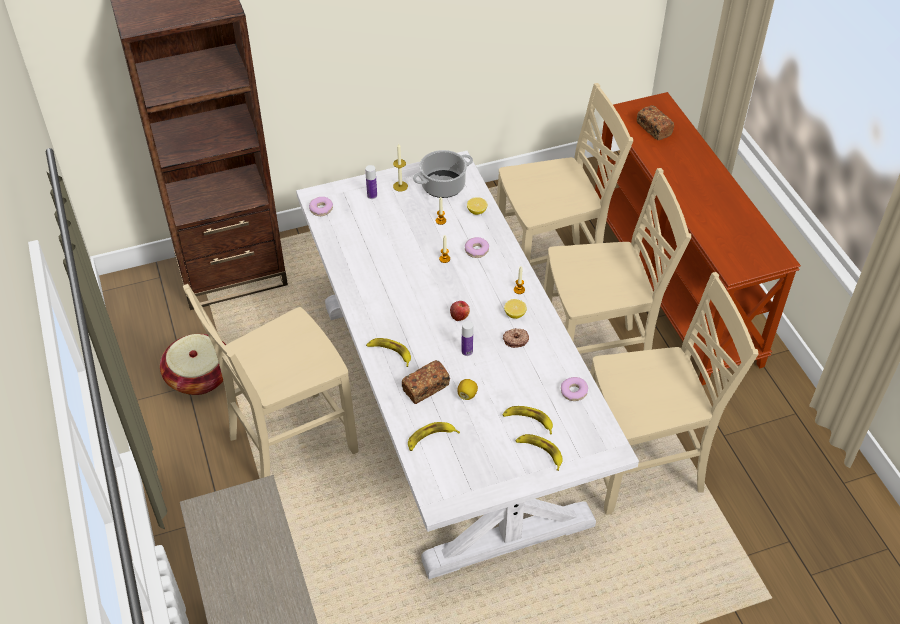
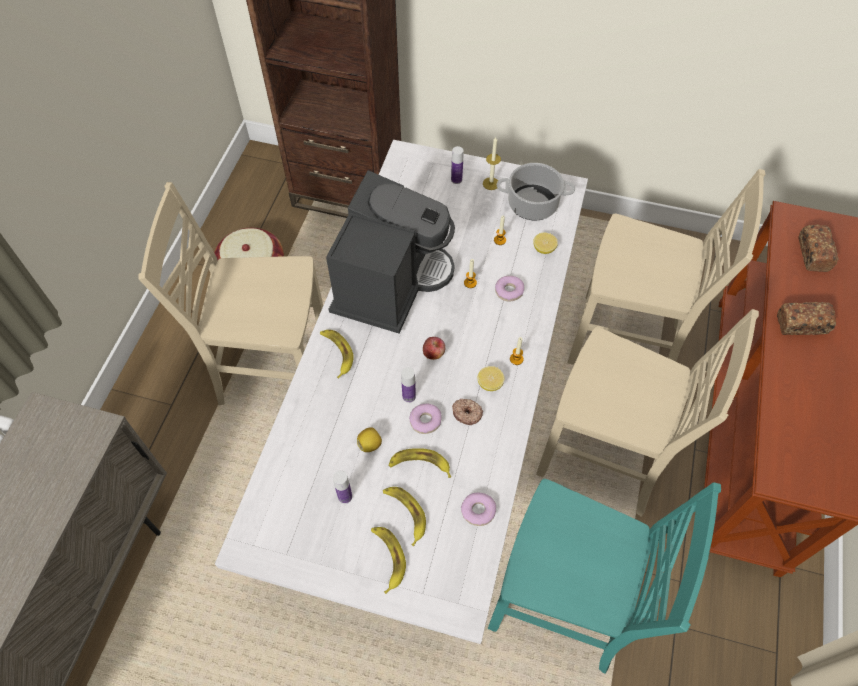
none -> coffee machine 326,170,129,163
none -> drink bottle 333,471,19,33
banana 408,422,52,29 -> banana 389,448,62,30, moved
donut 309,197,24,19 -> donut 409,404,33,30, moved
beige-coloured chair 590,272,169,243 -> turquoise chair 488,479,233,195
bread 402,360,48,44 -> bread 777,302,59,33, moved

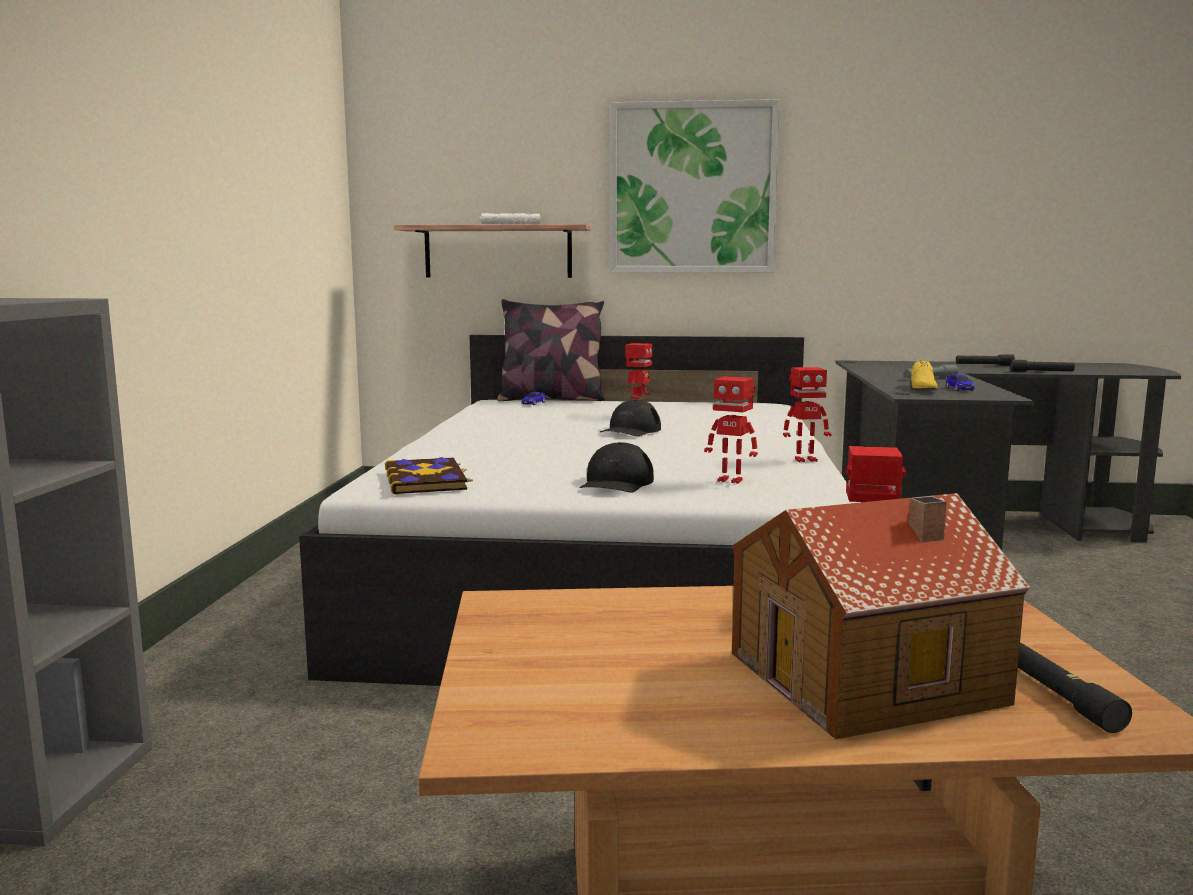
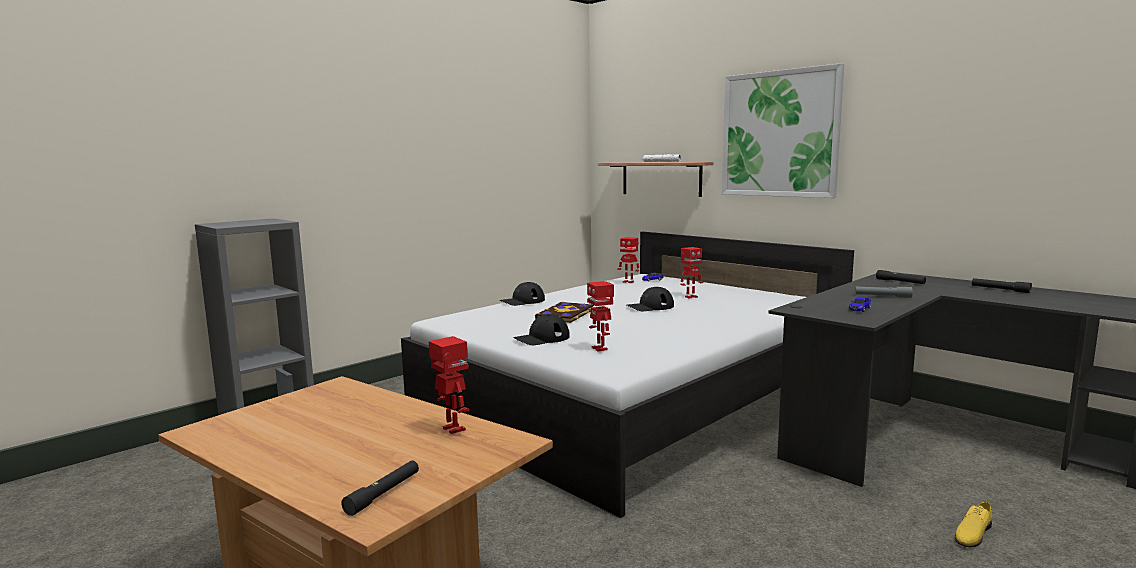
none -> black-coloured baseball cap 500,282,45,24
book 385,457,88,38 -> book 535,301,59,22, moved
toy robot 783,367,49,95 -> toy robot 617,237,22,46, moved
black-coloured torch 1010,360,65,12 -> black-coloured torch 876,270,50,14, moved
yellow low shoe 910,360,28,30 -> yellow low shoe 955,502,37,45, moved
pillow 497,299,108,102 -> none
toy house 732,493,298,246 -> none

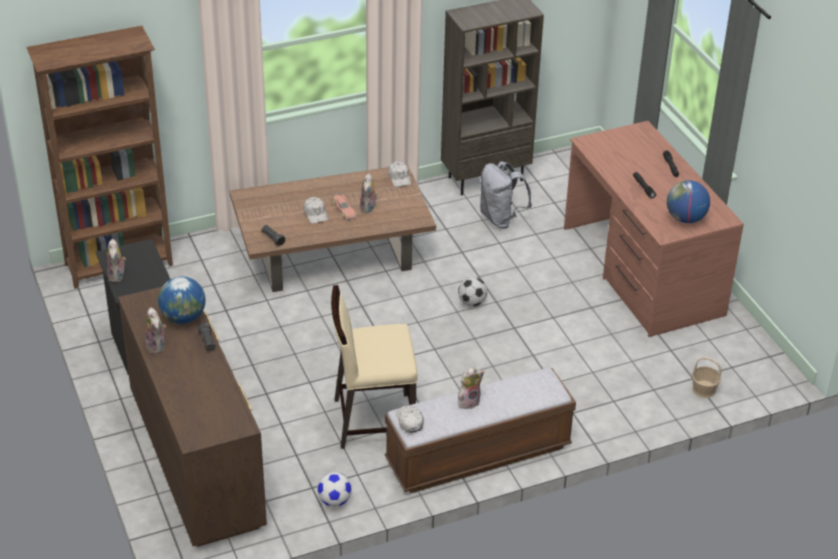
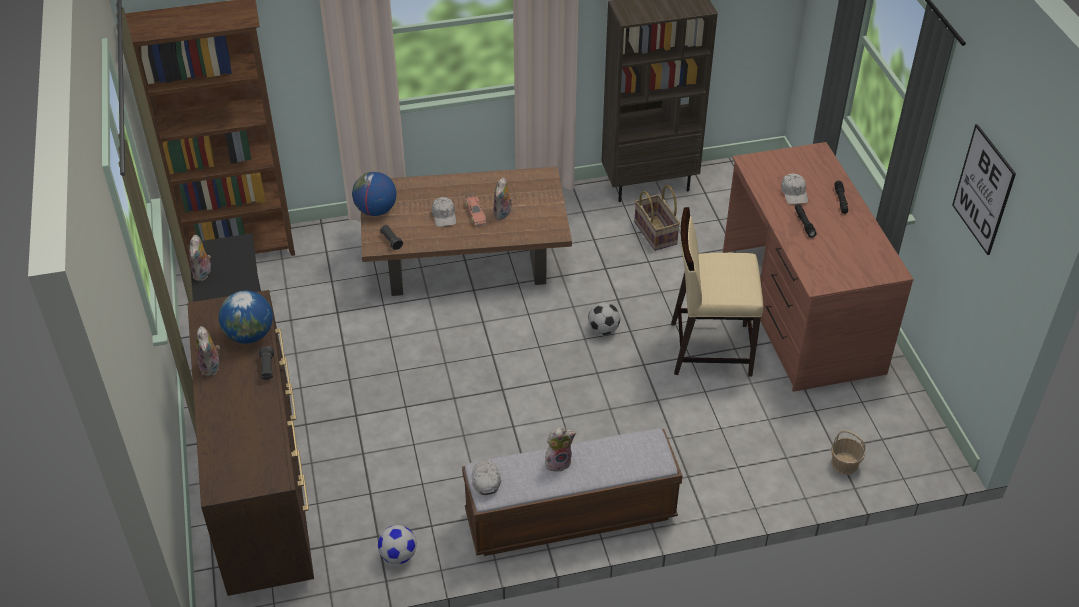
globe 667,180,43,43 -> globe 352,172,45,44, moved
grey knapsack 480,161,52,67 -> storage basket 634,185,46,66
beige-coloured chair 331,285,87,164 -> beige-coloured chair 671,207,92,170, moved
whitish baseball cap 388,162,23,25 -> whitish baseball cap 781,173,27,32, moved
none -> wall picture 952,124,64,131

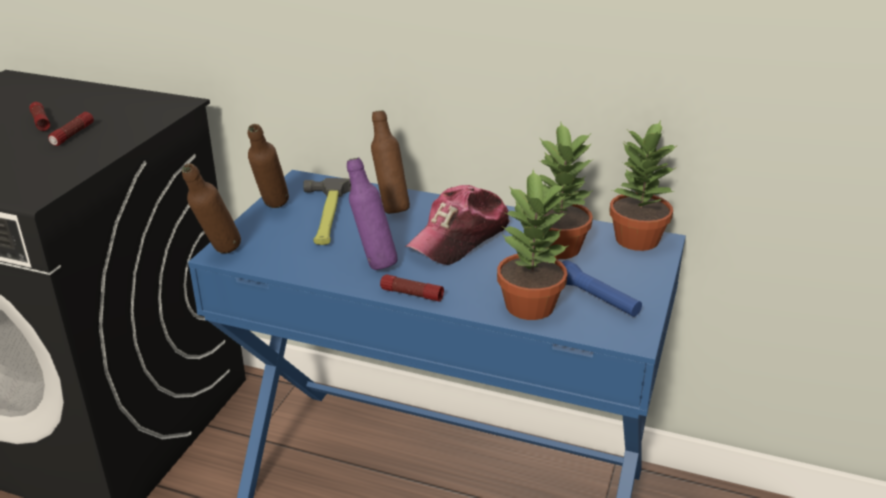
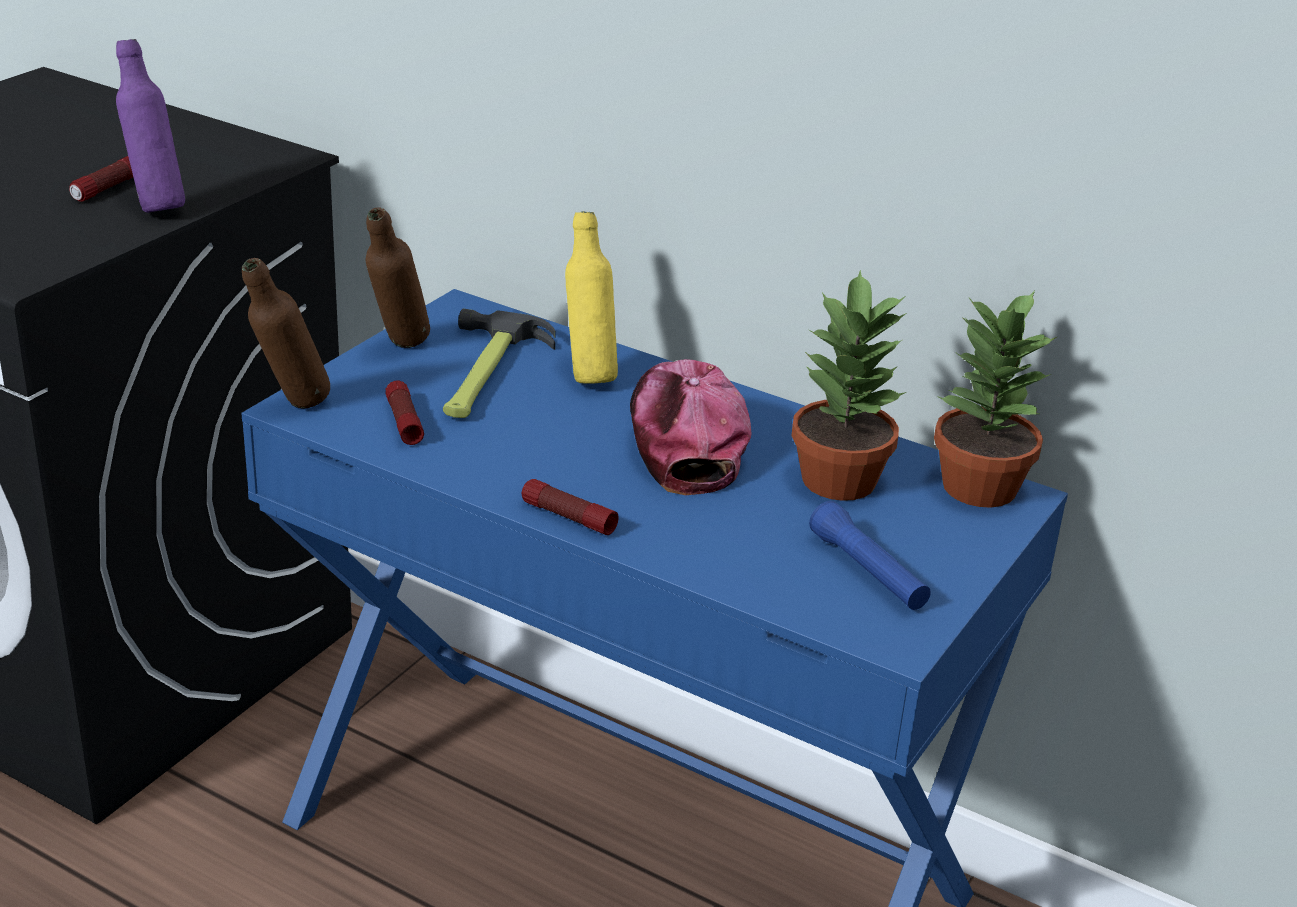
purple-coloured drink bottle 347,157,51,113 -> purple-coloured drink bottle 116,39,69,174, moved
torch 29,102,21,29 -> torch 385,381,39,64, moved
brown-coloured drink bottle 371,110,39,104 -> yellow drink bottle 565,211,53,173
baseball cap 405,185,105,80 -> baseball cap 630,359,122,136, 120 degrees clockwise
houseplant 497,170,72,150 -> none

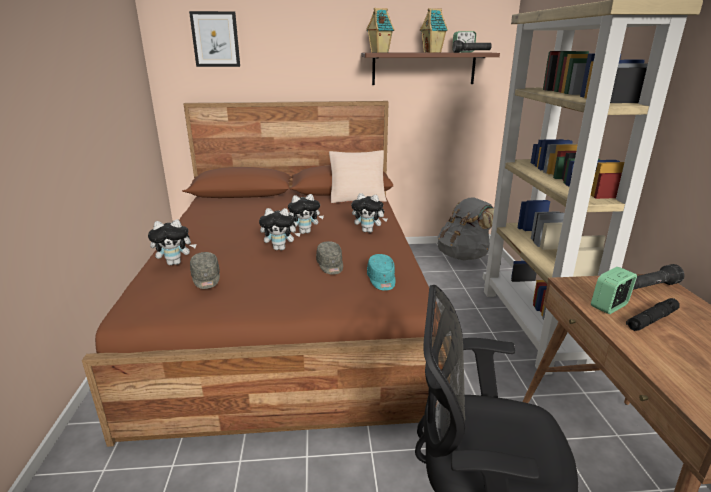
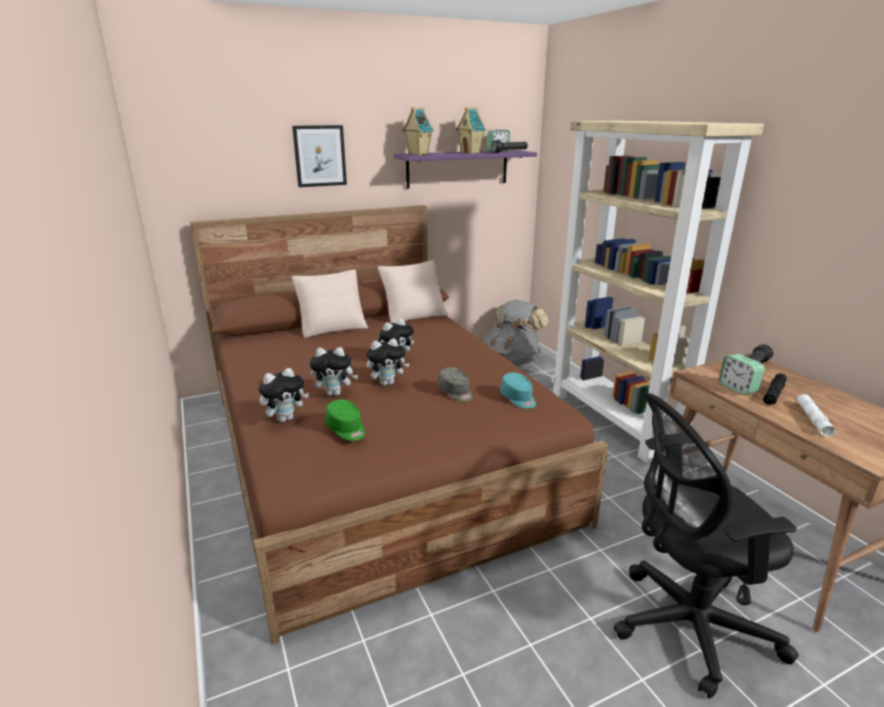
wall picture 189,11,51,56 -> wall picture 292,125,55,62, moved
none -> beige-coloured pillow 292,269,76,69
soft toy 351,193,36,40 -> soft toy 310,347,48,49, moved
grey baseball cap 190,252,30,37 -> green-coloured baseball cap 325,399,40,42
brown-coloured bracket shelf 361,52,139,33 -> purple-coloured bracket shelf 394,150,143,39
alarm clock 591,267,46,47 -> alarm clock 719,354,46,41, 60 degrees counterclockwise
none -> whitish torch 796,394,39,43

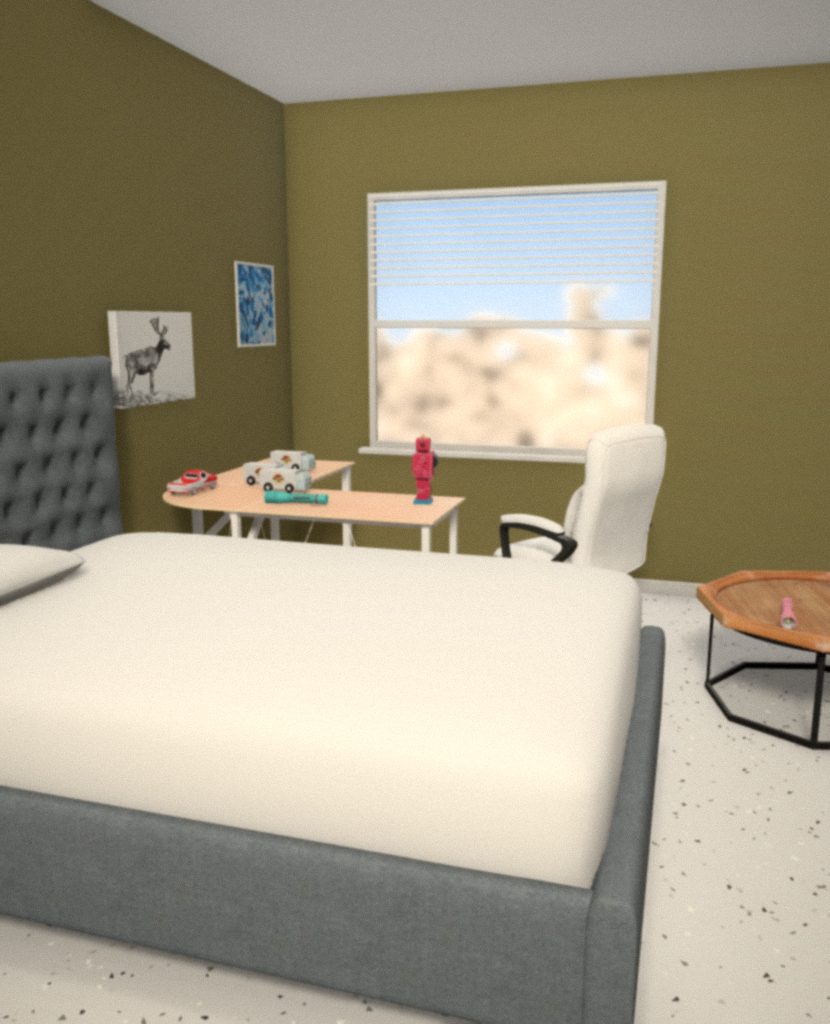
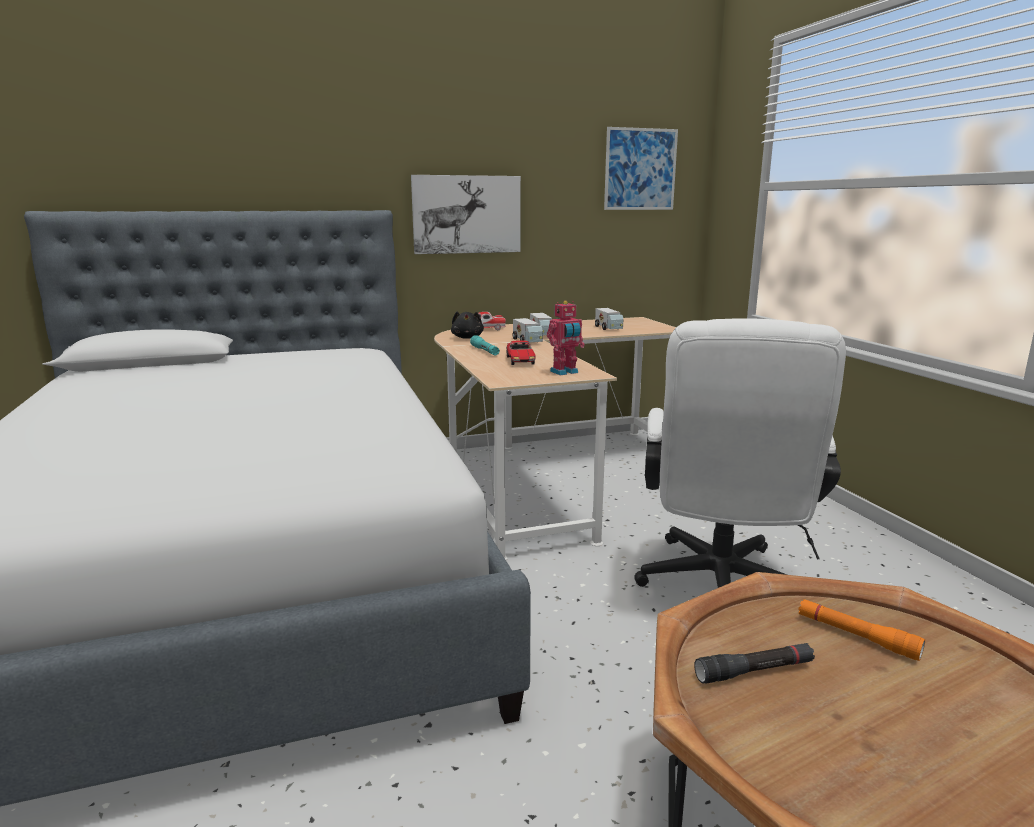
none -> black-coloured soft toy 451,311,33,28
none -> model car 506,340,30,25
pink torch 780,598,17,32 -> black-coloured torch 694,643,121,41
none -> orange torch 798,599,127,62

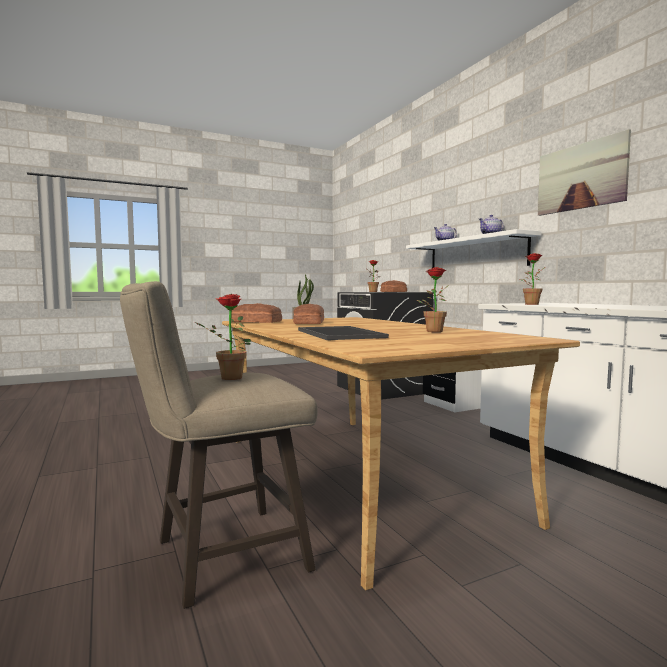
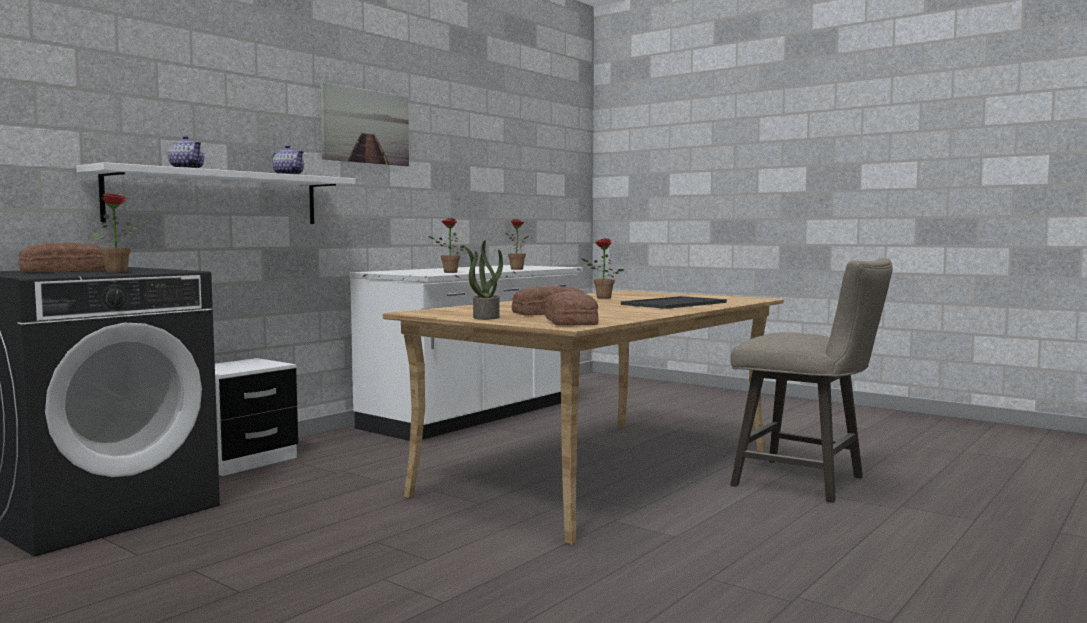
houseplant 195,294,56,86 -> houseplant 506,219,23,51, moved

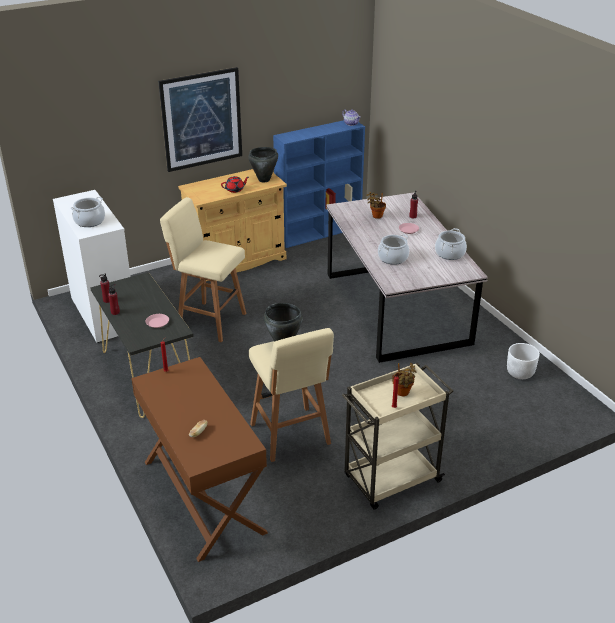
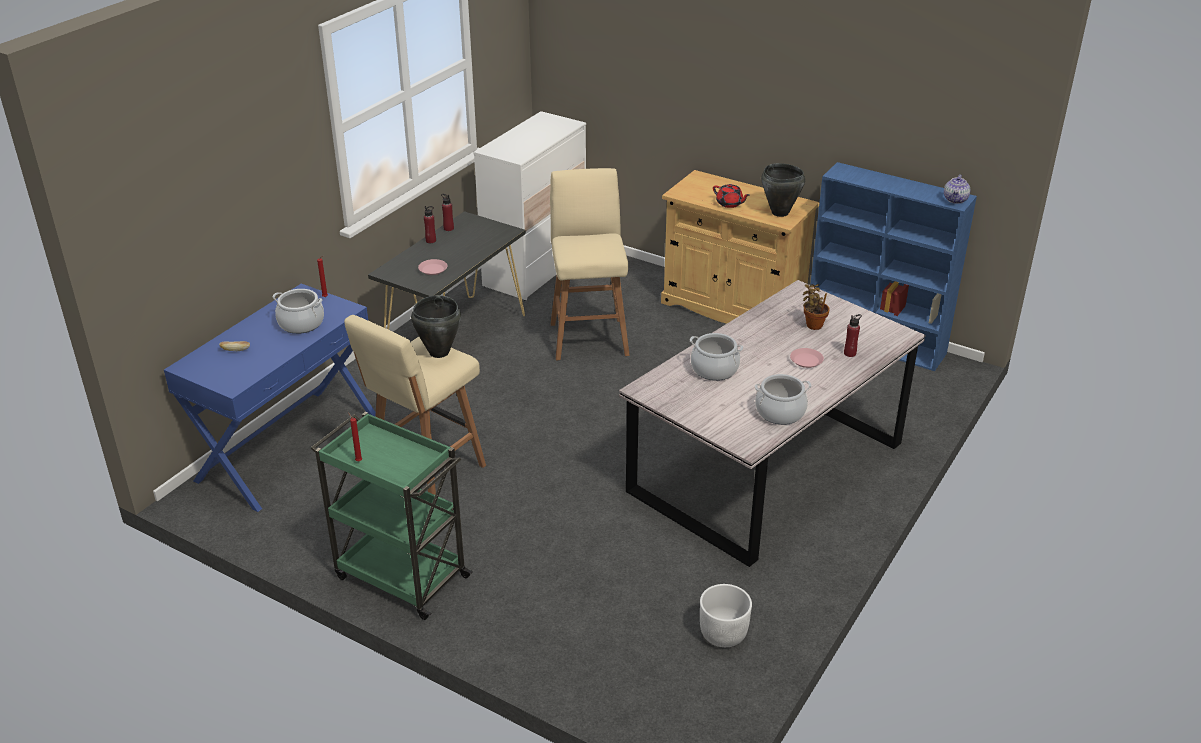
brown-coloured hall table 131,357,137,205 -> blue hall table 164,284,212,228
saucepot 71,197,34,30 -> saucepot 272,289,52,45, moved
beige-coloured cart 342,363,112,147 -> green-coloured cart 311,412,162,208
wall picture 158,67,84,105 -> none
houseplant 392,363,25,33 -> none

